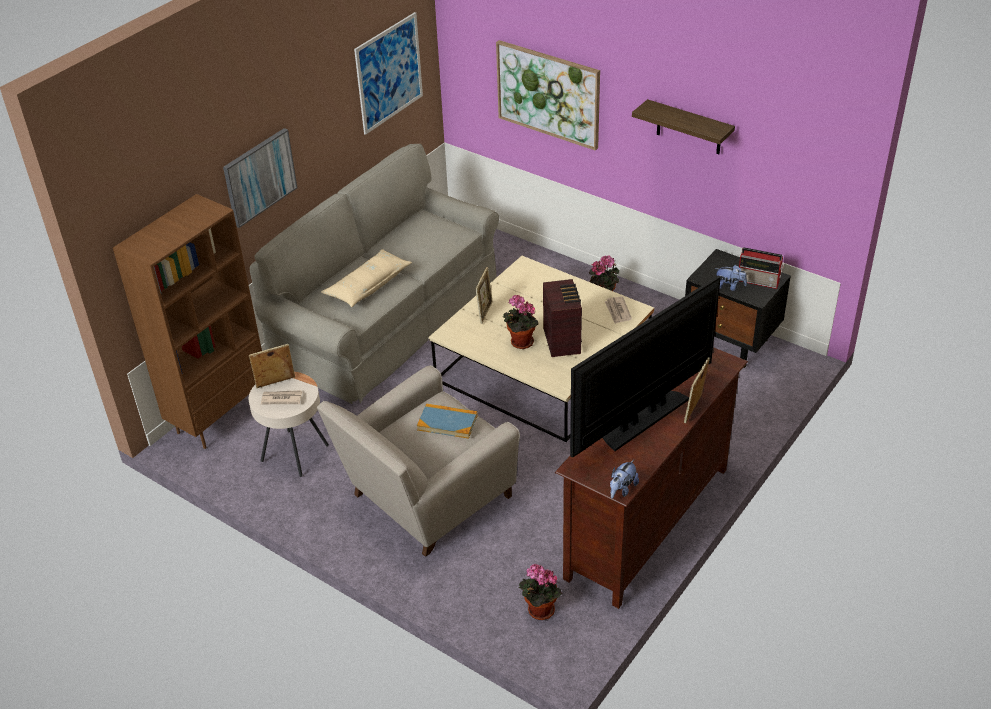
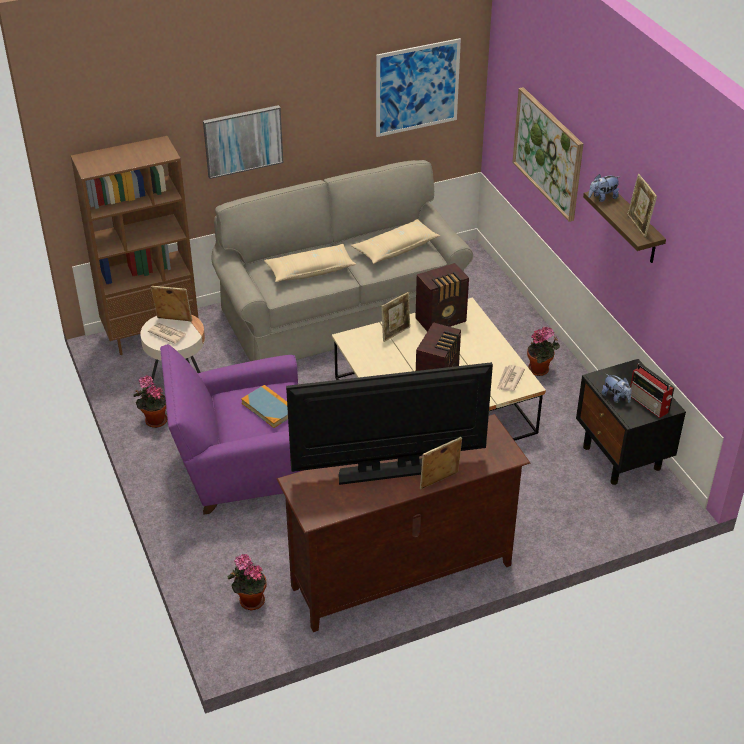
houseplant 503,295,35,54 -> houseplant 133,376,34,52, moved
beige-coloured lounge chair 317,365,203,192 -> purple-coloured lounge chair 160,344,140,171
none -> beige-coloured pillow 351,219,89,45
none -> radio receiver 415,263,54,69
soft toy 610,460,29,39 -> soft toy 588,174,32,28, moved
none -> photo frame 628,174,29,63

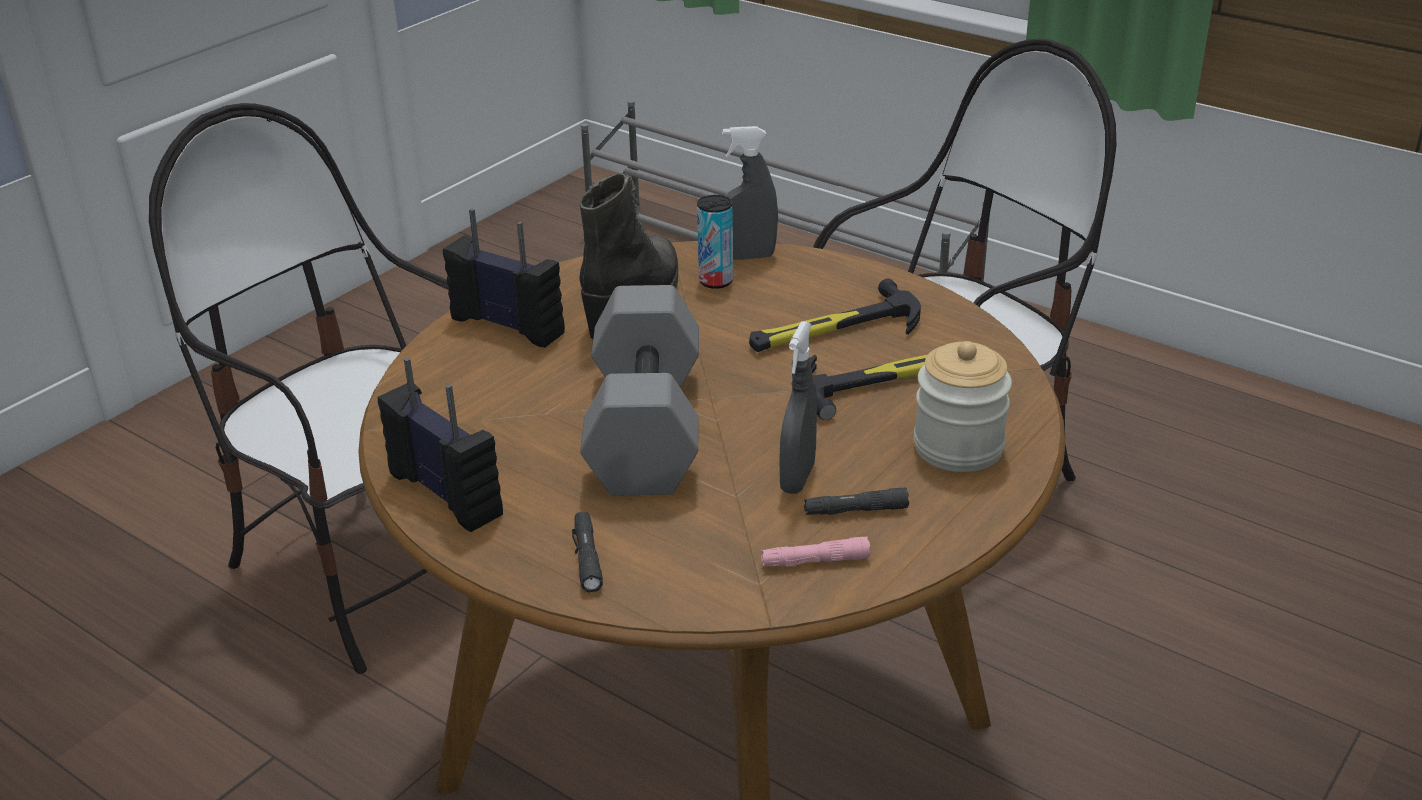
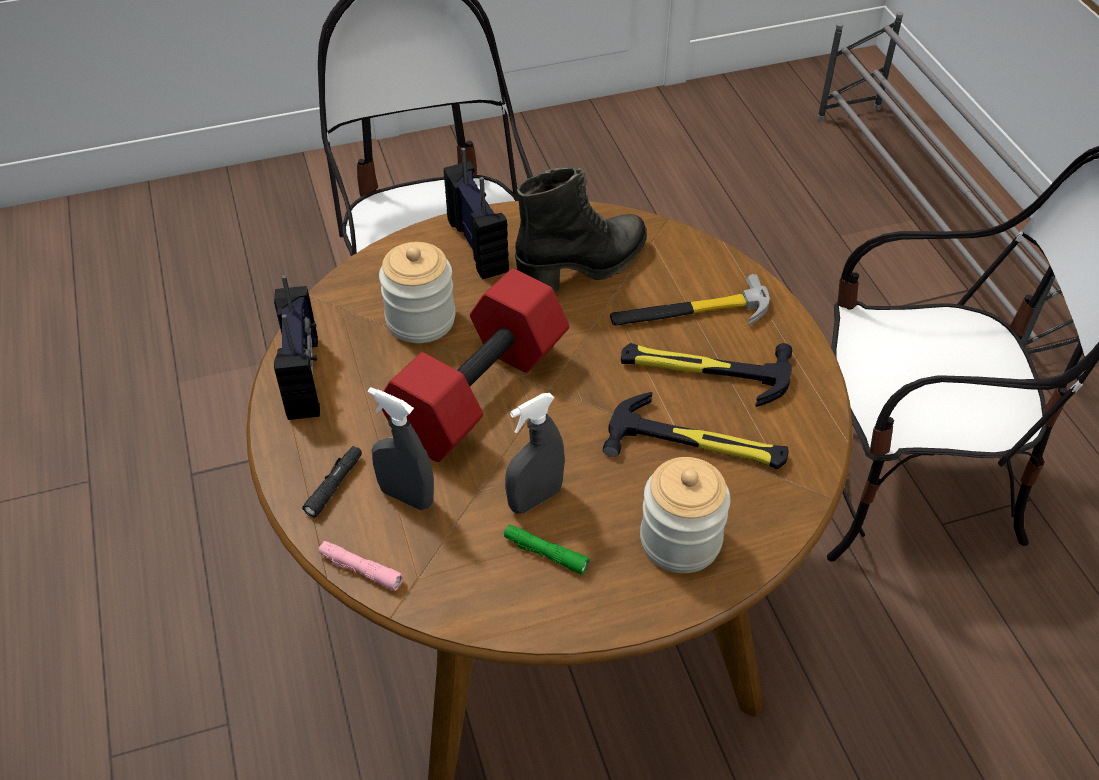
pink torch 761,537,110,30 -> pink torch 319,541,84,50, moved
grey hand sprayer 722,126,56,134 -> grey hand sprayer 368,387,66,123, moved
grey dumbbell 580,285,119,211 -> reddish dumbbell 378,268,191,194
none -> jar 379,242,76,101
black-coloured torch 804,488,105,27 -> green-coloured torch 504,525,86,50
none -> hammer 610,274,160,52
can 697,195,36,94 -> none

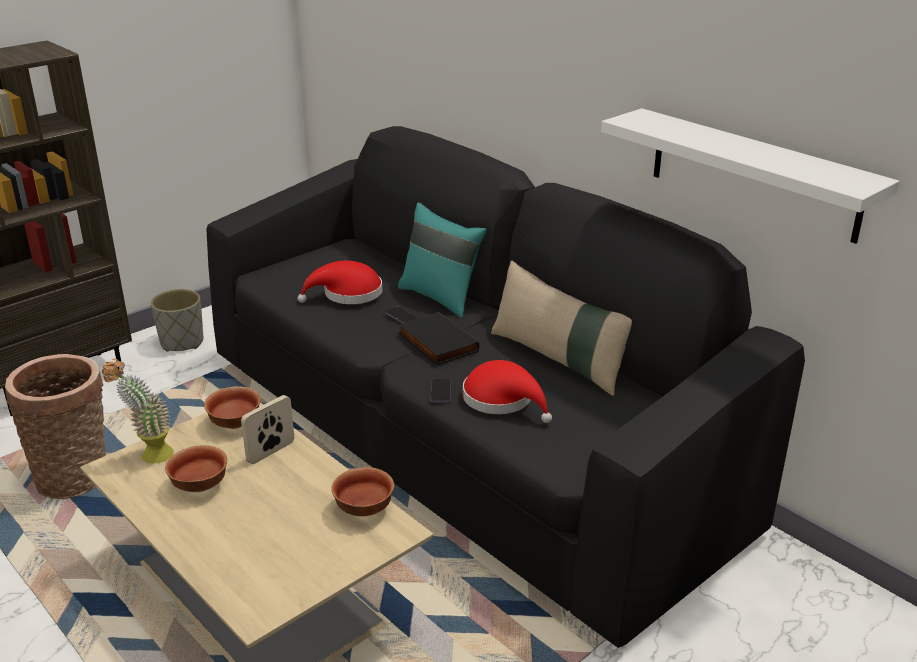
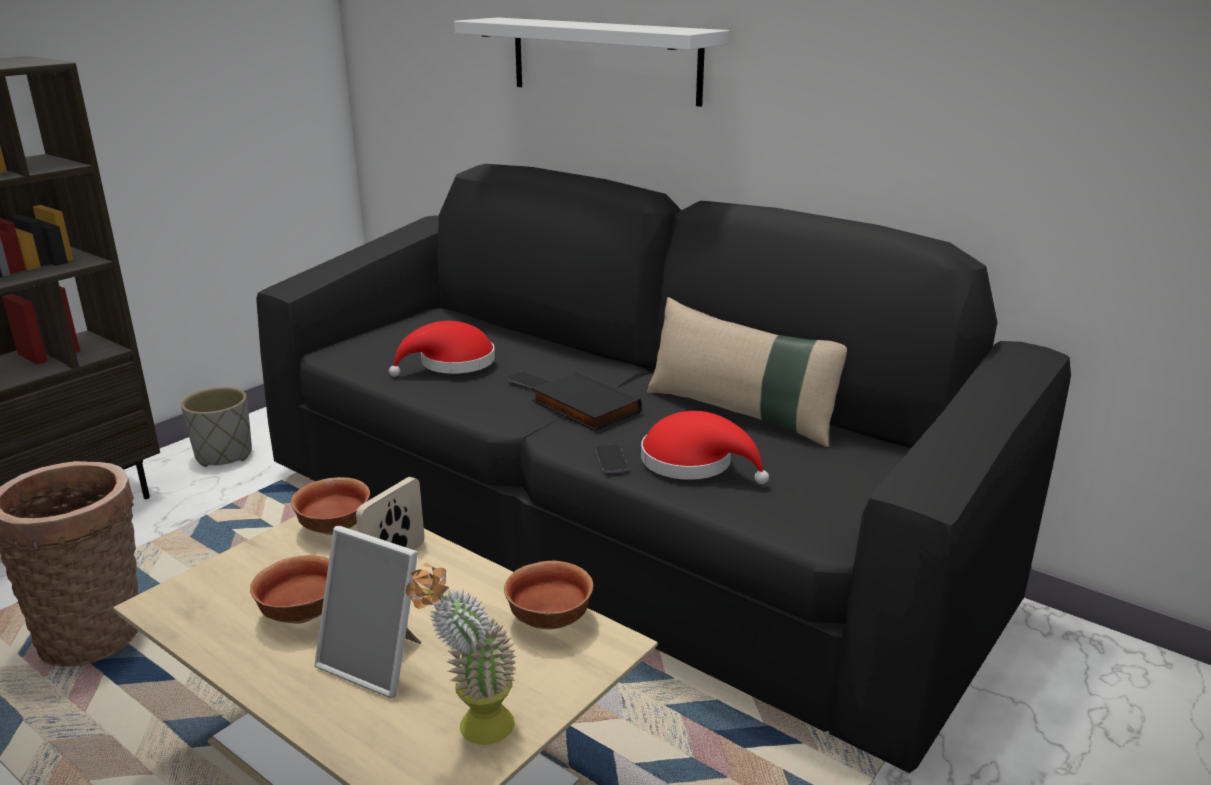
none -> photo frame 314,526,107,172
houseplant 102,358,72,105 -> houseplant 406,563,111,182, moved
whitish bracket shelf 601,108,299,136 -> whitish bracket shelf 454,18,275,89, moved
turquoise pillow 398,202,89,116 -> none

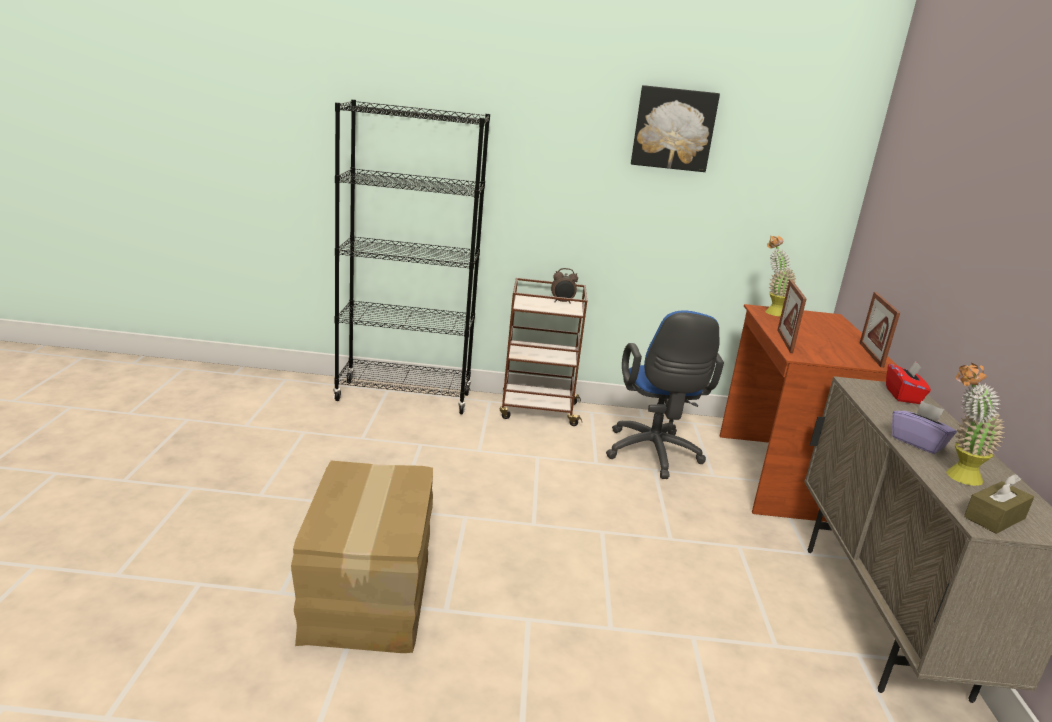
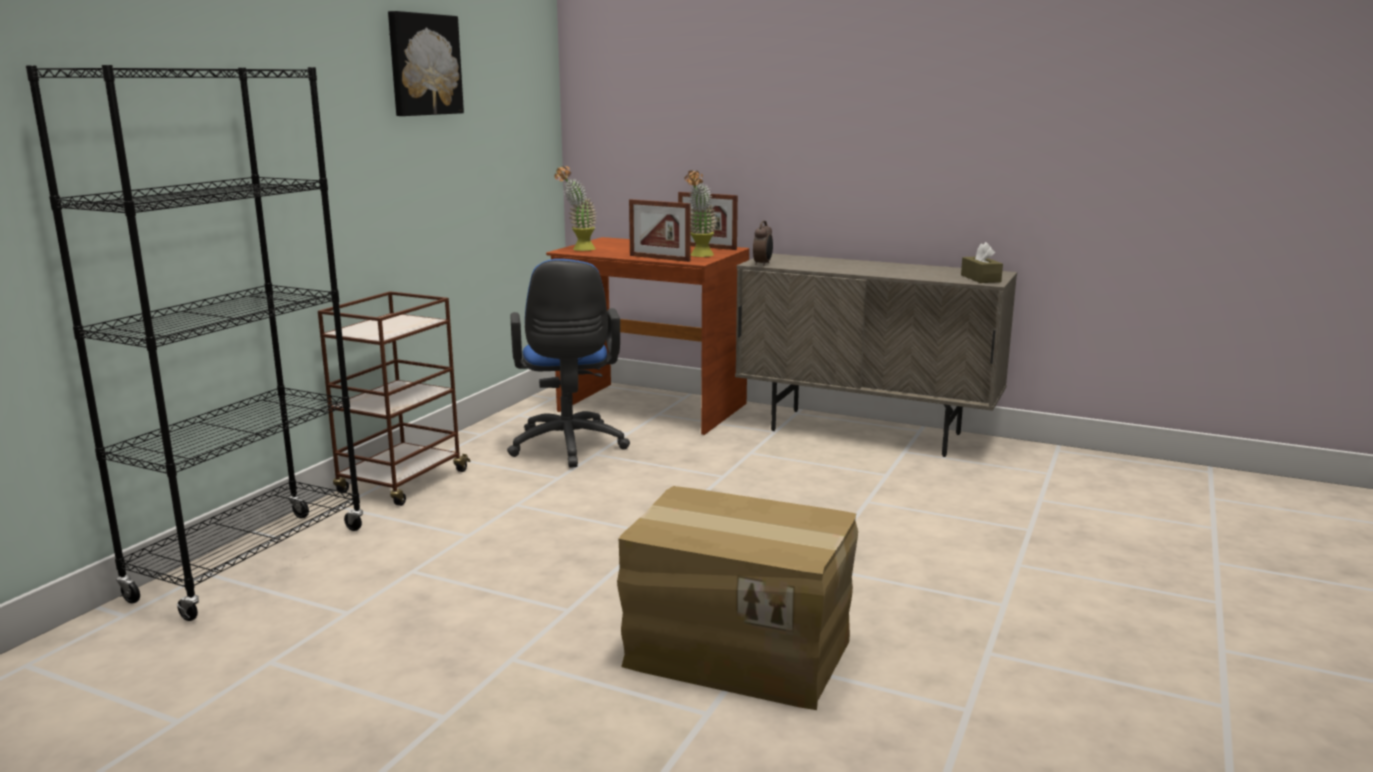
blue desk chair 606,310,118,169 -> blue desk chair 507,259,123,209, 60 degrees clockwise
houseplant 946,363,60,123 -> houseplant 685,170,33,87, moved
alarm clock 551,268,27,36 -> alarm clock 753,221,20,45, moved
reddish tissue holder 886,361,45,43 -> none
purple-coloured tissue holder 892,401,65,53 -> none

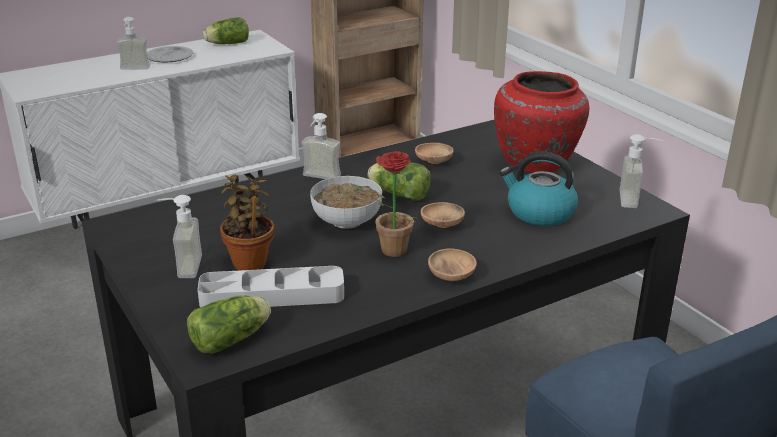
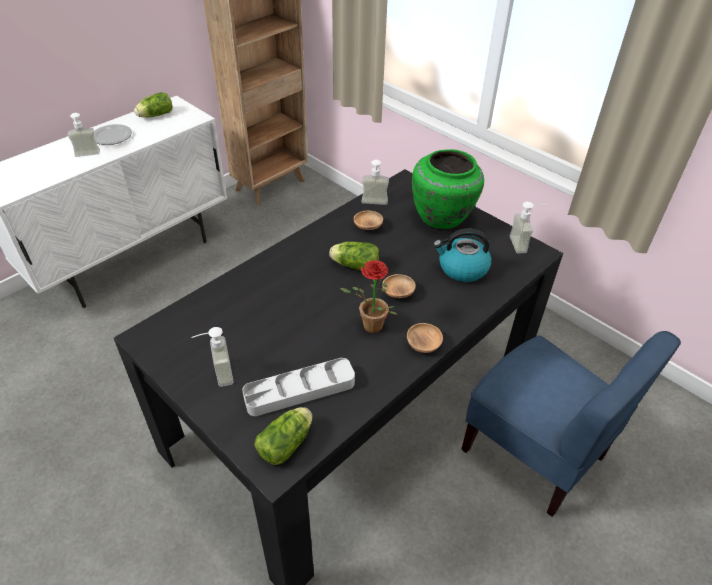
liquid soap bottle 301,113,40,66 -> liquid soap bottle 362,160,27,45, moved
reddish flower vase 494,71,95,102 -> green-coloured flower vase 412,149,72,80
houseplant 220,175,55,96 -> none
serving bowl 310,176,72,53 -> none

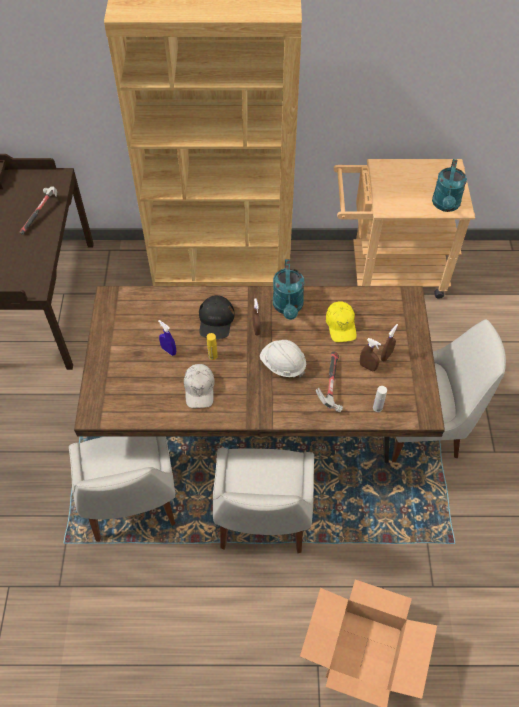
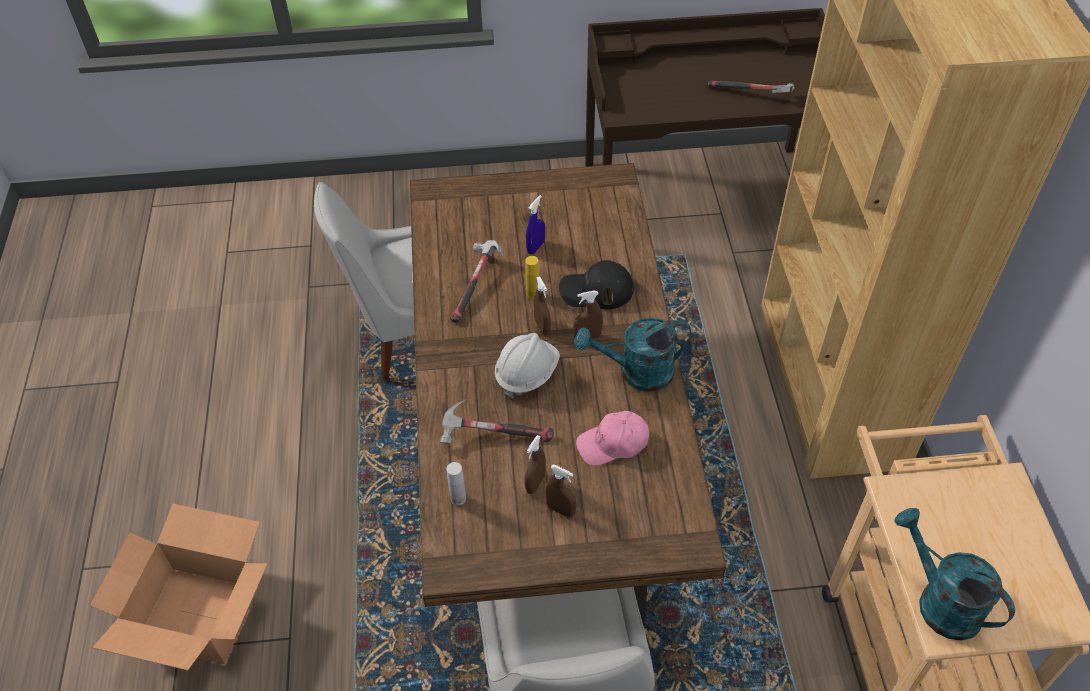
whitish baseball cap 184,364,31,44 -> hammer 450,240,53,83
none -> brown-coloured hand sprayer 534,276,17,59
yellow baseball cap 326,302,31,40 -> pink baseball cap 576,411,73,55
turquoise sprinkling can 432,159,35,53 -> turquoise sprinkling can 894,508,121,133, 45 degrees clockwise
whitish chair 213,448,101,105 -> none

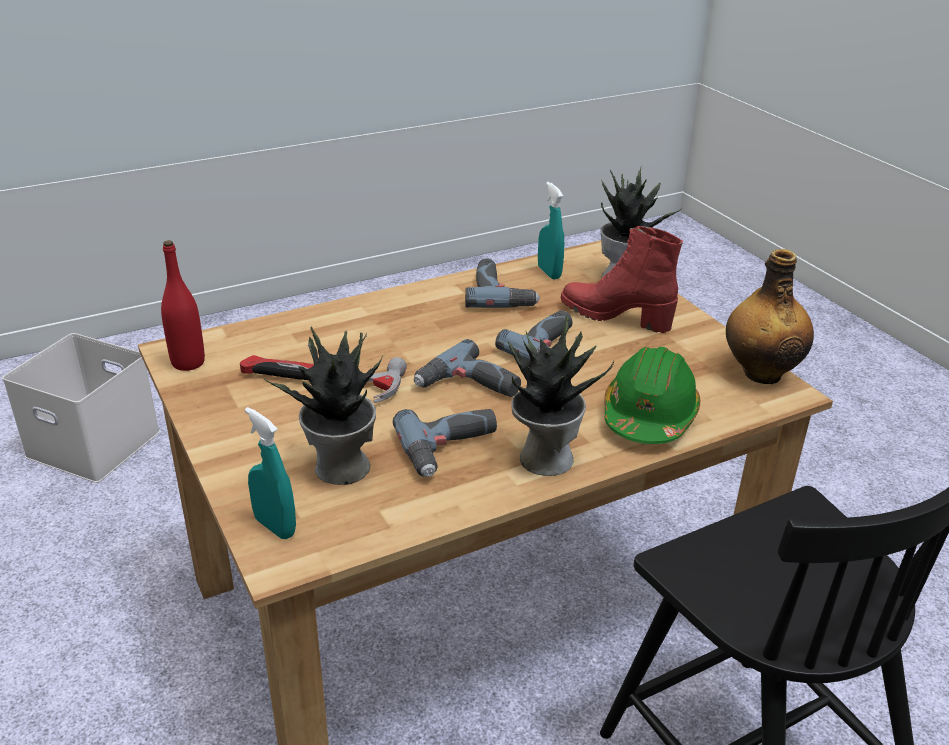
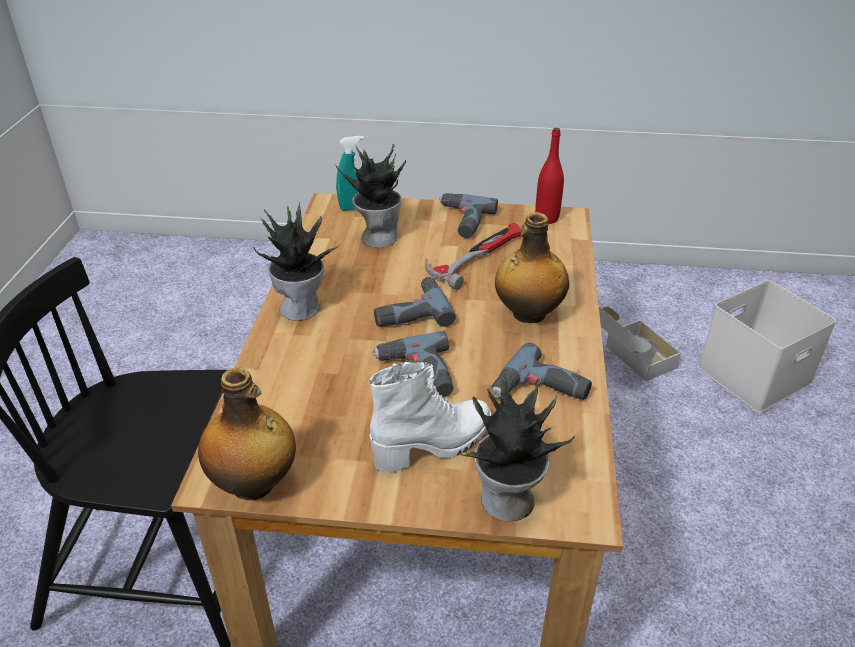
reddish high-top boot 560,226,123,107 -> whitish high-top boot 369,361,122,112
electric drill 393,409,104,68 -> electric drill 439,193,59,45, moved
none -> drink bottle 495,212,74,111
none -> cardboard box 598,301,83,80
turquoise hand sprayer 538,182,26,97 -> none
green-coloured safety helmet 604,347,96,97 -> none

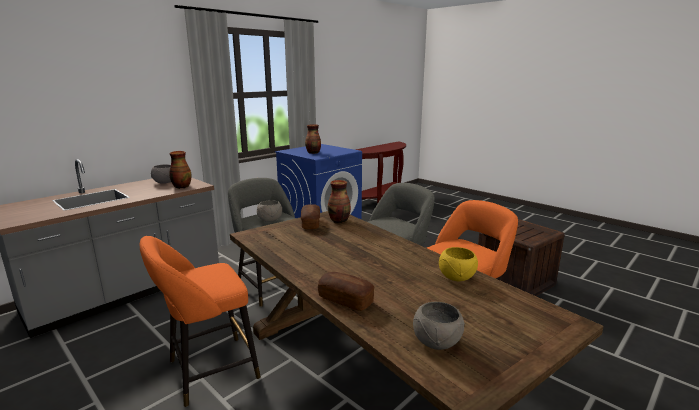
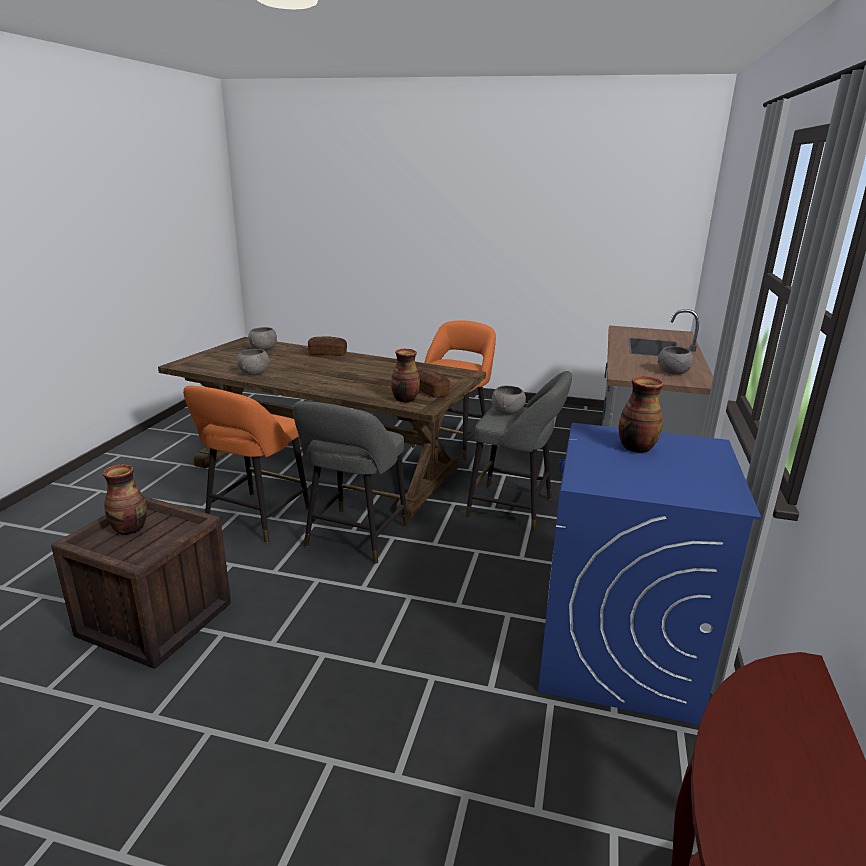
flower vase 170,151,21,38 -> flower vase 103,465,44,70, moved
yellow serving bowl 439,247,39,34 -> grey serving bowl 237,349,33,27

